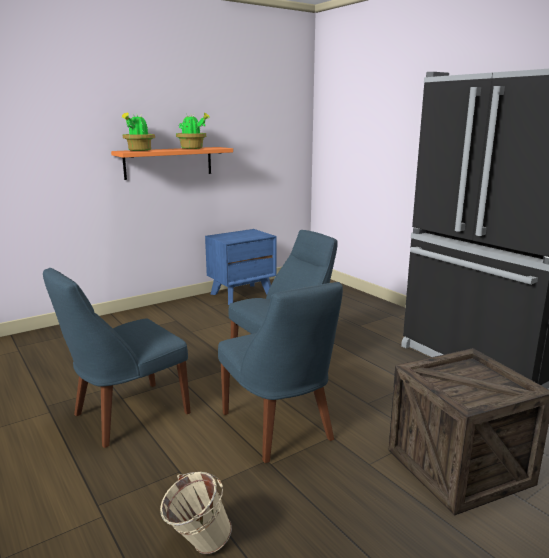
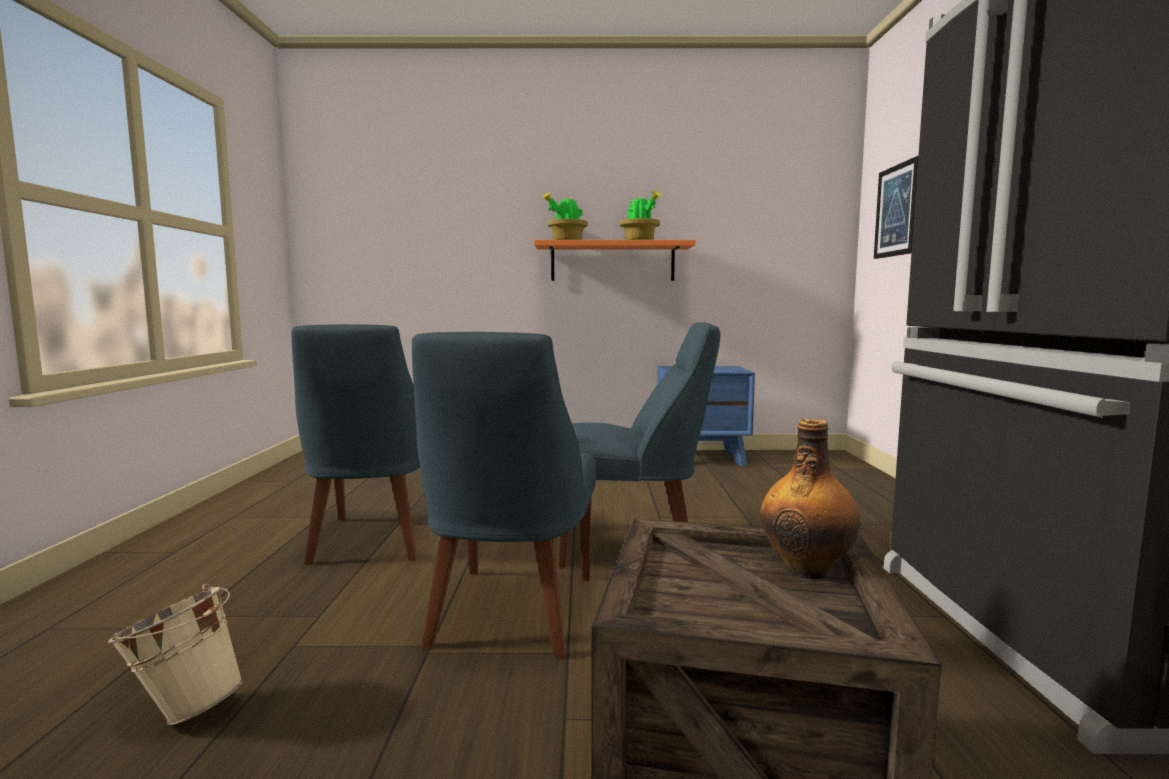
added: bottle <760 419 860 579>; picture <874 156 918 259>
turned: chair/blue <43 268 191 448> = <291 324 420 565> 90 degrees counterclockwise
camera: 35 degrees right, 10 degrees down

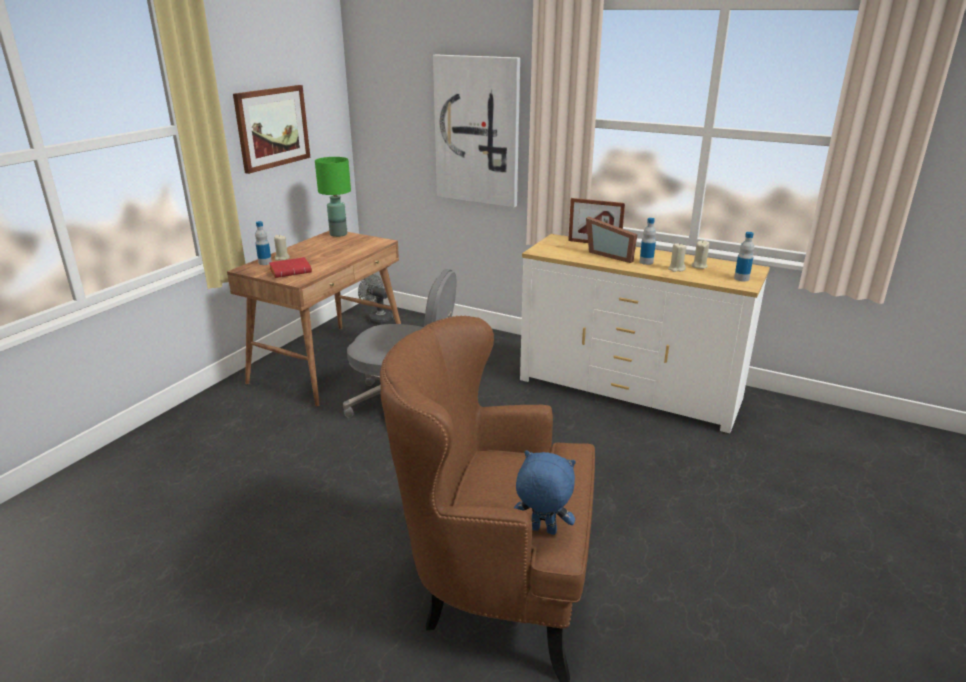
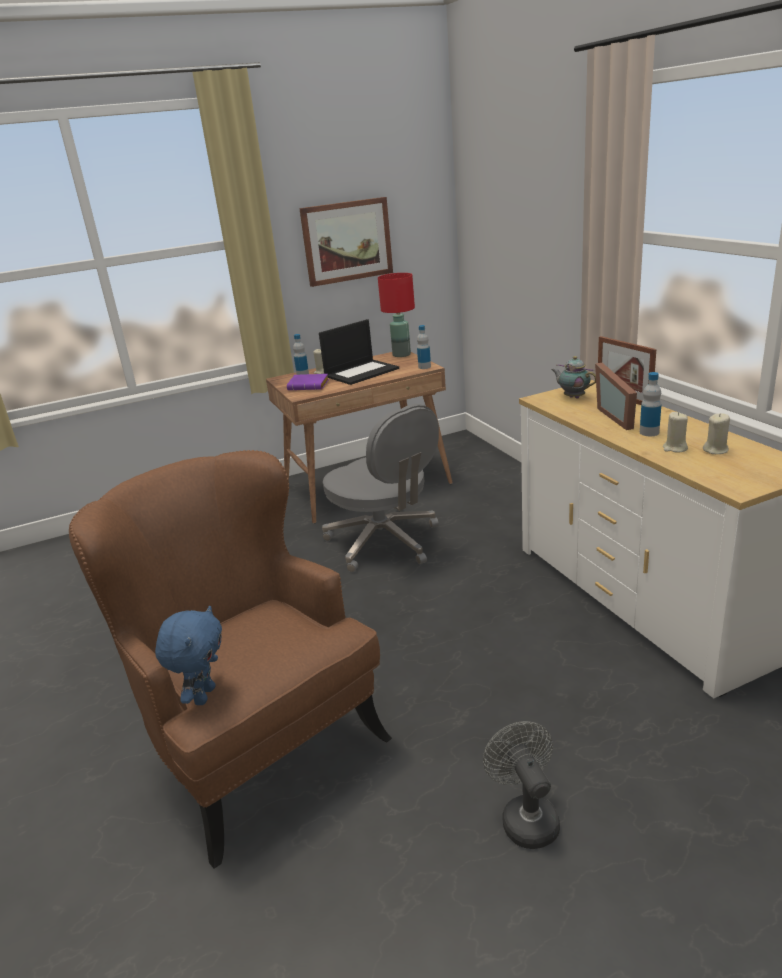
removed: picture <433 55 520 207>
added: laptop <319 319 399 385>; teapot <552 356 596 398>
moved: bottle <734 232 754 282> to <417 325 431 369>; fan/grey <358 274 393 325> to <483 721 560 849>
recoloured: book/red <269 257 312 278> to book/purple <287 374 329 390>; table lamp/green <315 157 351 237> to table lamp/red <378 273 415 357>
turned: plush toy/blue <514 450 576 535> = <155 606 222 705> 45 degrees clockwise
camera: 40 degrees right, 0 degrees up

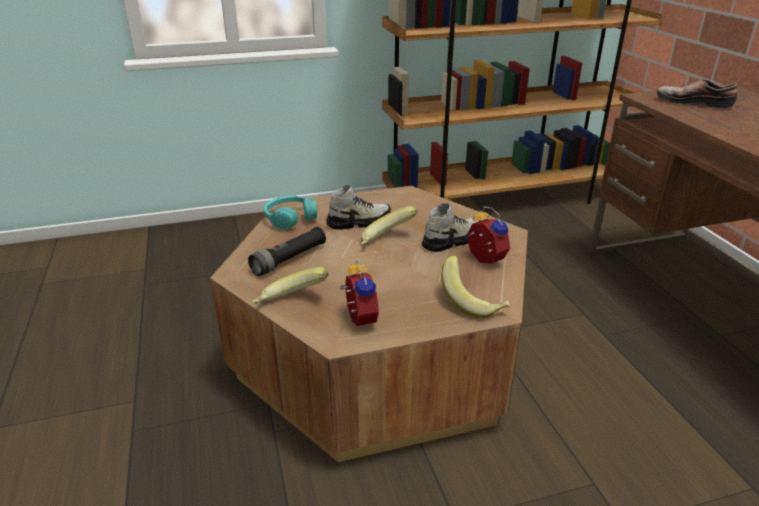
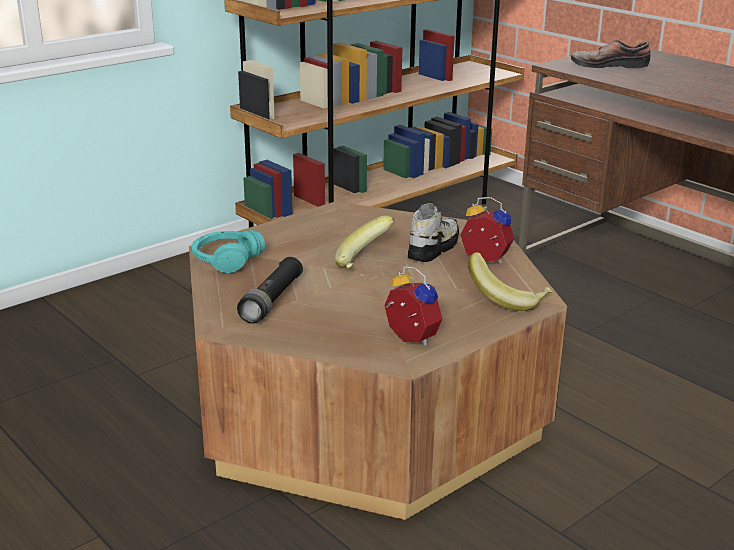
removed: banana <252 267 329 304>; shoe <326 185 391 230>
camera: 25 degrees left, 5 degrees down

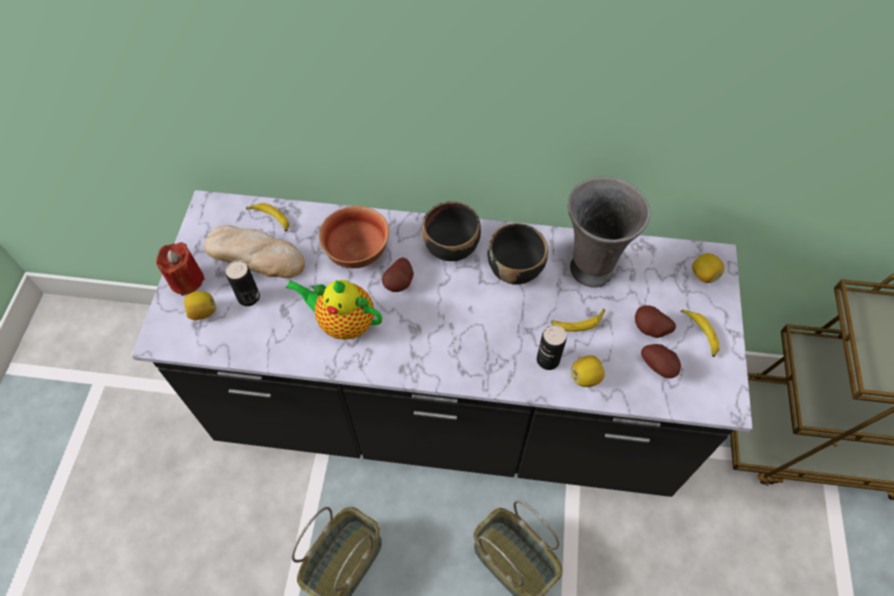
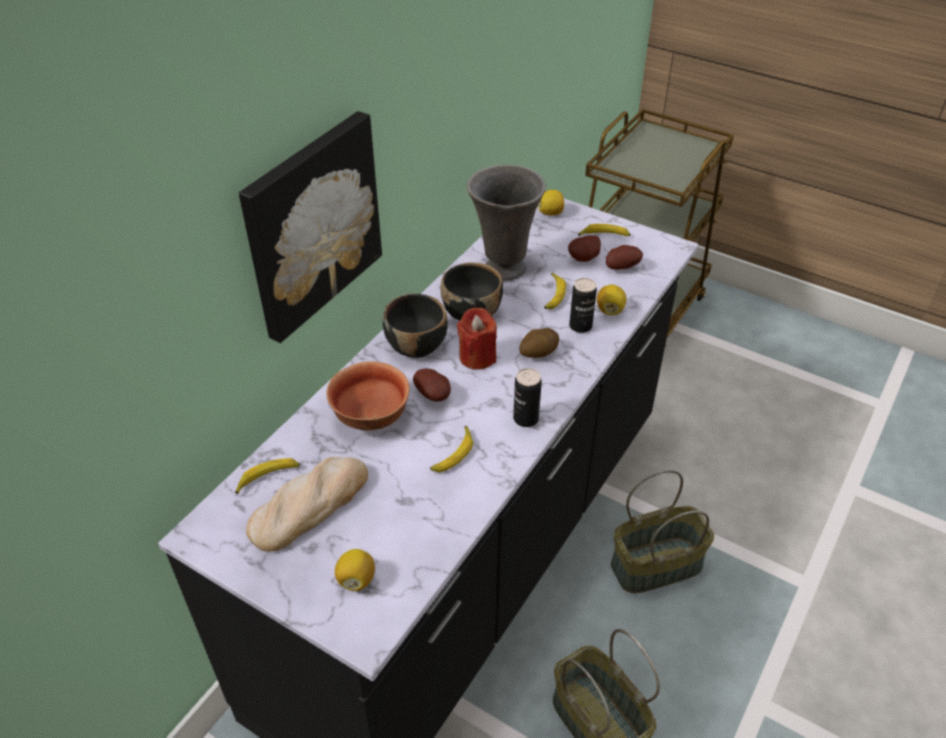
added: picture <239 111 382 343>; potato <519 328 559 358>
moved: candle/red <156 242 205 296> to <457 308 497 370>; can <226 260 260 306> to <513 368 542 427>
replaced: teapot <286 280 382 340> to banana <430 426 473 473>
camera: 65 degrees left, 15 degrees down

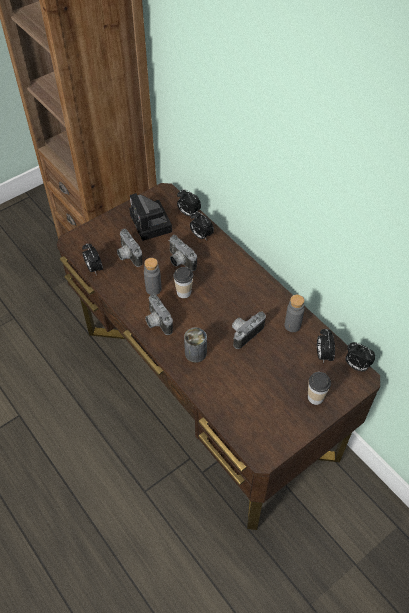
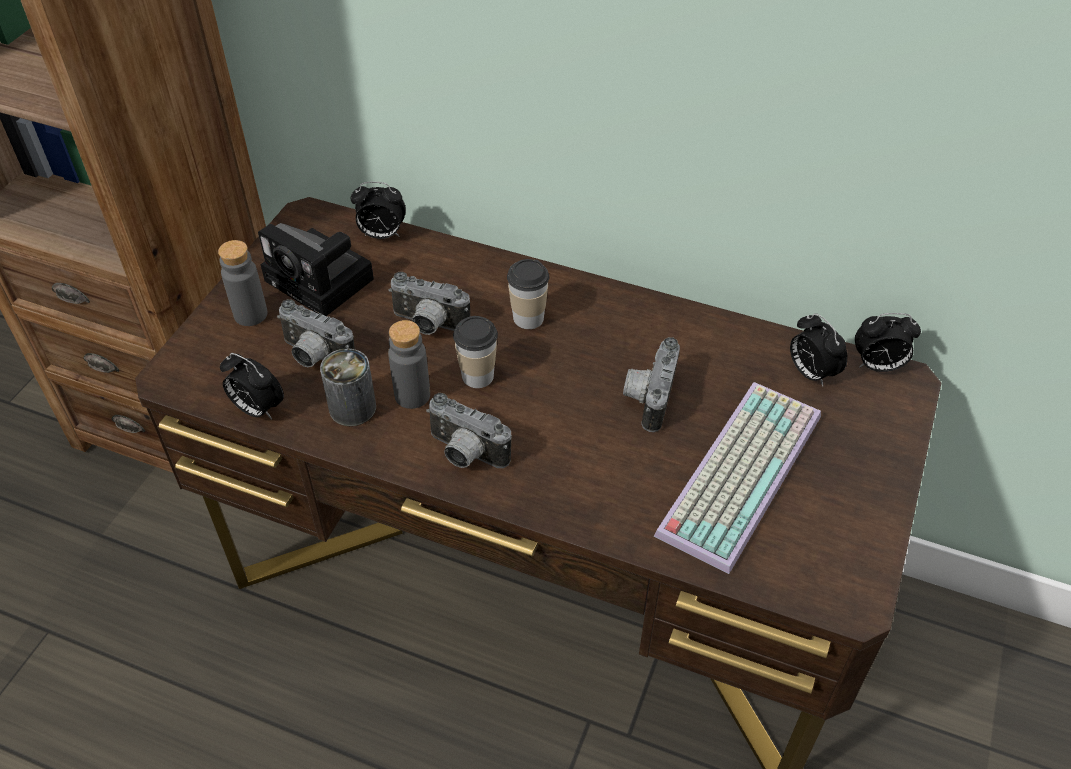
removed: alarm clock <190 211 214 240>
added: keyboard <654 382 821 574>
moved: bottle/grey <284 295 305 332> to <218 240 267 326>; can <184 327 207 363> to <320 348 376 426>; cup <308 372 331 405> to <507 259 549 329>
camera: 30 degrees left, 5 degrees down

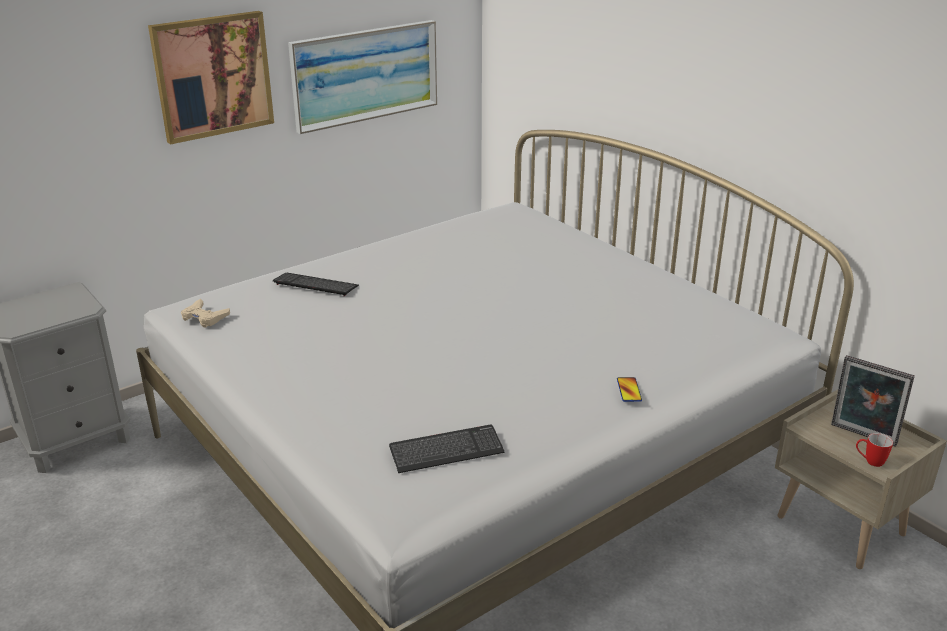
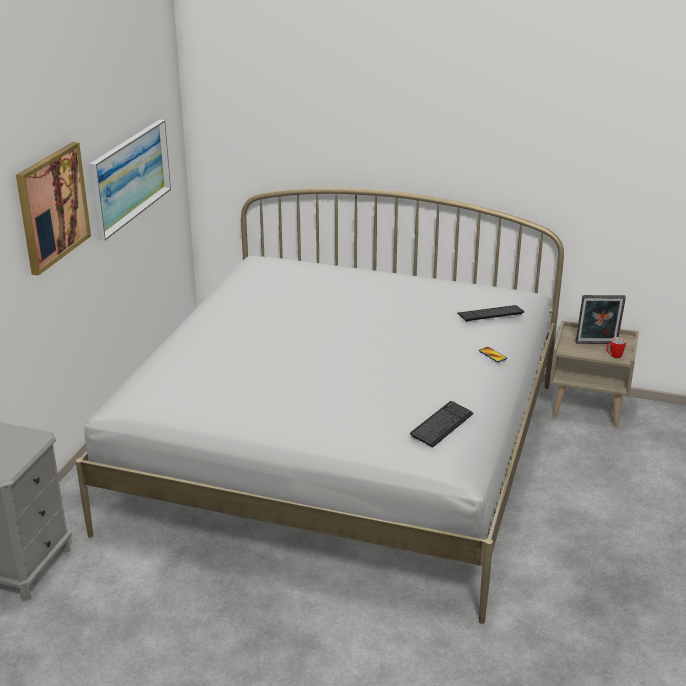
removed: game controller/beige <181 299 230 327>
moved: keyboard <273 273 359 297> to <457 305 524 322>
camera: 35 degrees left, 0 degrees up

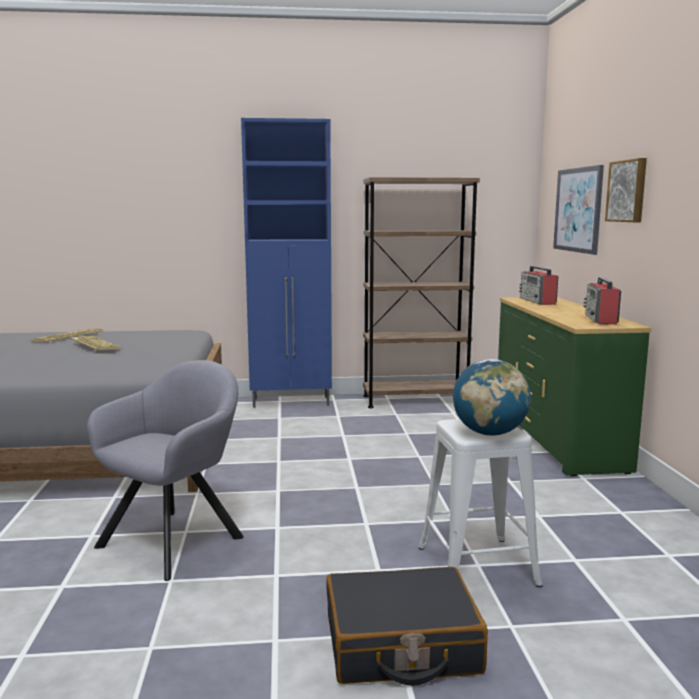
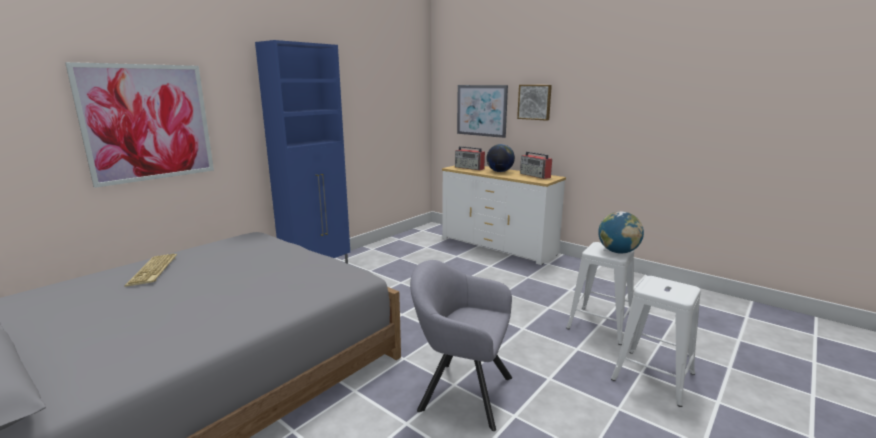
removed: keyboard <71 336 122 351>; bookcase/brown <363 177 480 408>
added: picture <65 62 214 188>; globe <486 144 515 172>
replaced: suitcase/black <326 567 488 685> to stool/white <611 276 701 407>
recoloured: dresser/green <498 297 651 476> to dresser/white <442 165 566 265>
turned: armchair/grey <87 360 244 581> = <410 260 512 431> 60 degrees counterclockwise
camera: 45 degrees left, 5 degrees up

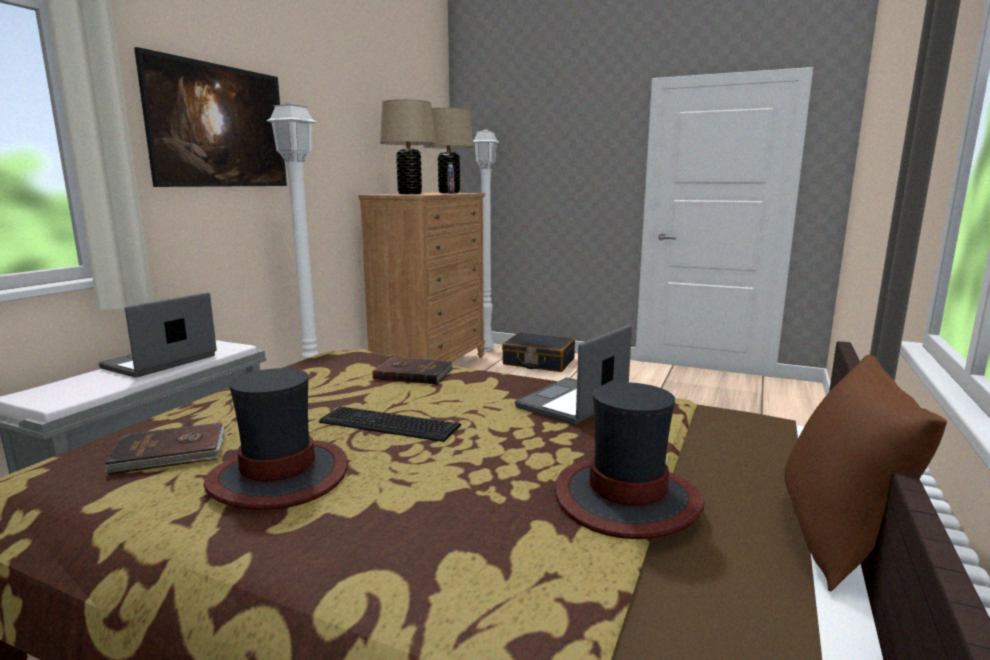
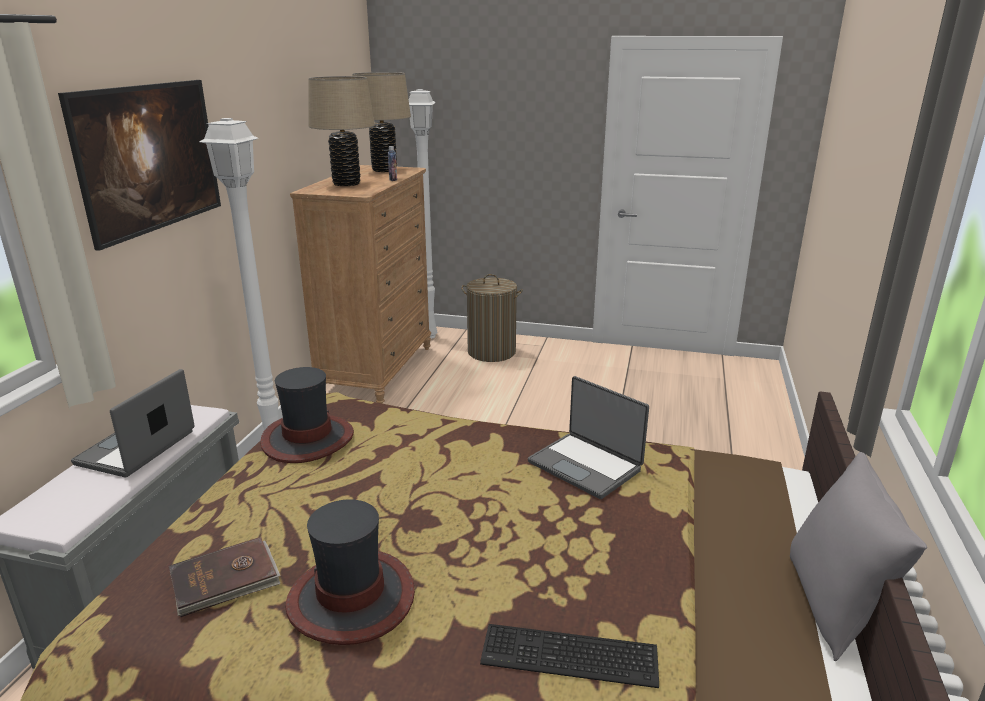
removed: book/brown <372 357 452 384>
moved: hat <555 382 705 539> to <260 367 354 463>; keyboard <319 406 461 442> to <480 624 659 688>
replaced: suitcase/black <502 332 575 372> to laundry basket <461 274 523 362>
recoloured: pillow/brown <785 355 947 592> to pillow/grey <790 452 927 661>
turned: laptop <515 325 632 425> = <528 376 649 499> 75 degrees counterclockwise
camera: 10 degrees left, 10 degrees up

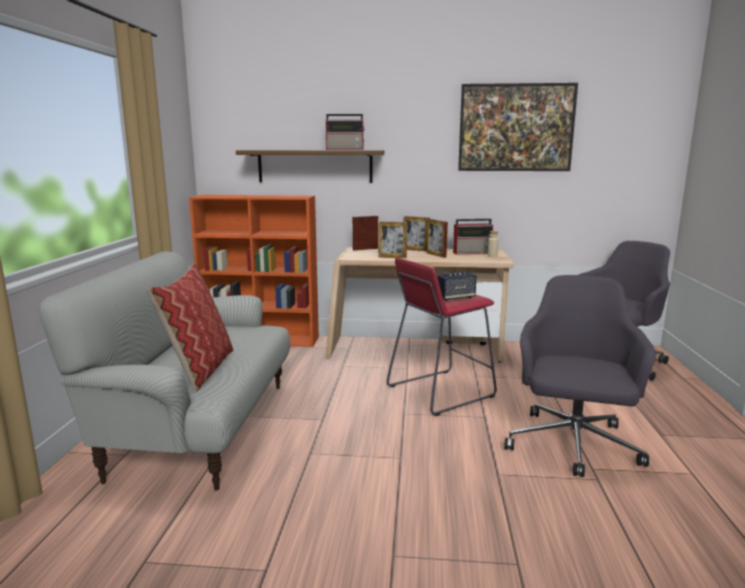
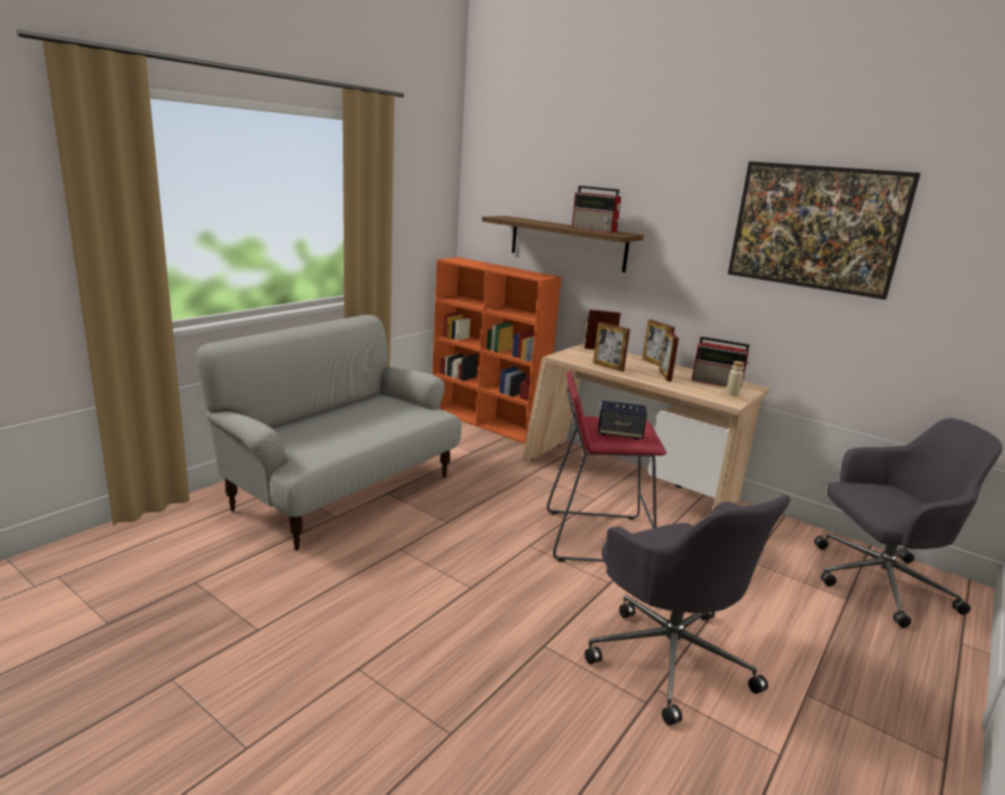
removed: pillow <147 263 233 392>
turned: office chair/grey <504 275 656 477> = <585 494 791 725> 105 degrees clockwise
camera: 30 degrees right, 5 degrees up

